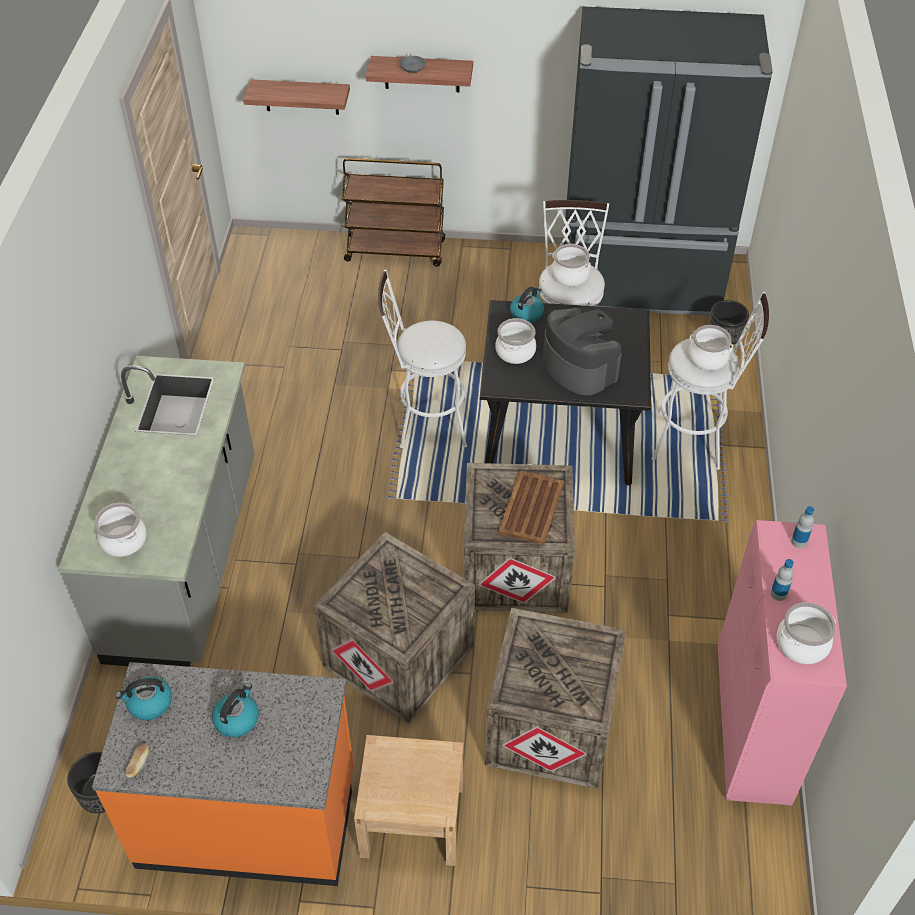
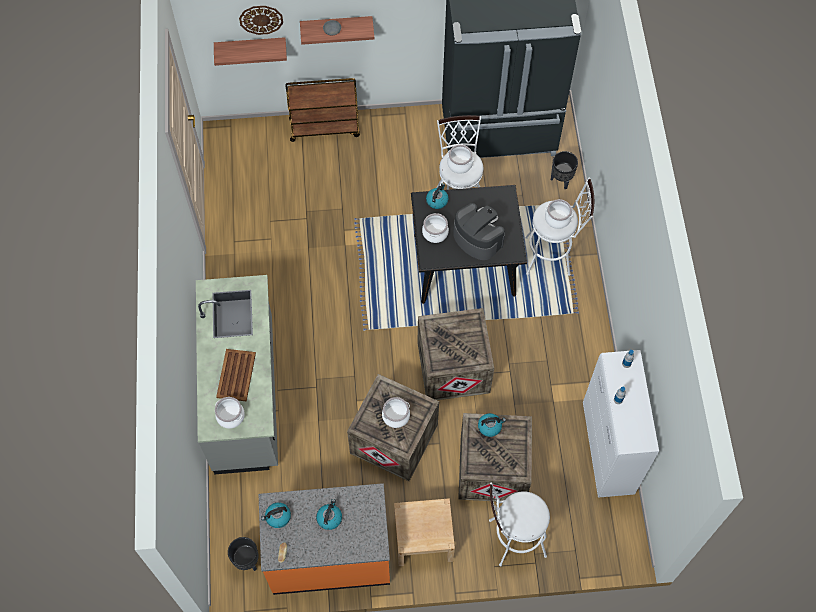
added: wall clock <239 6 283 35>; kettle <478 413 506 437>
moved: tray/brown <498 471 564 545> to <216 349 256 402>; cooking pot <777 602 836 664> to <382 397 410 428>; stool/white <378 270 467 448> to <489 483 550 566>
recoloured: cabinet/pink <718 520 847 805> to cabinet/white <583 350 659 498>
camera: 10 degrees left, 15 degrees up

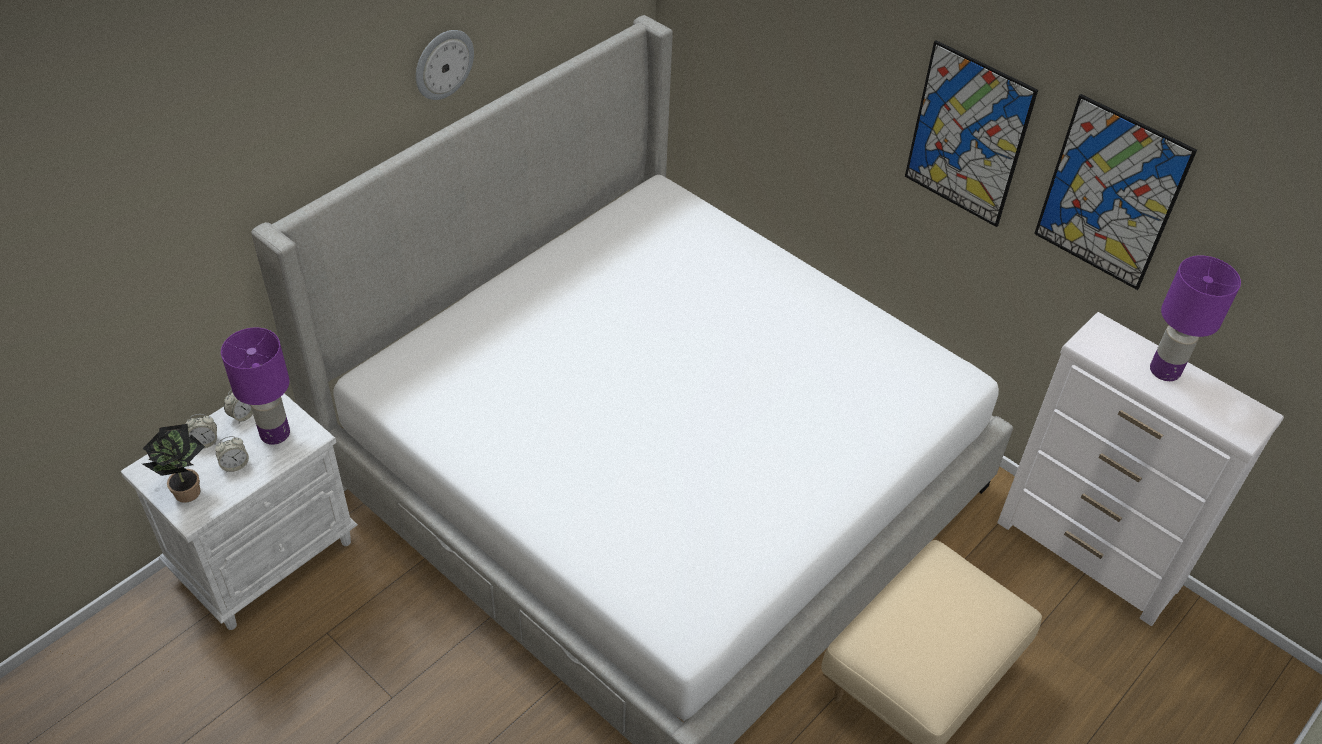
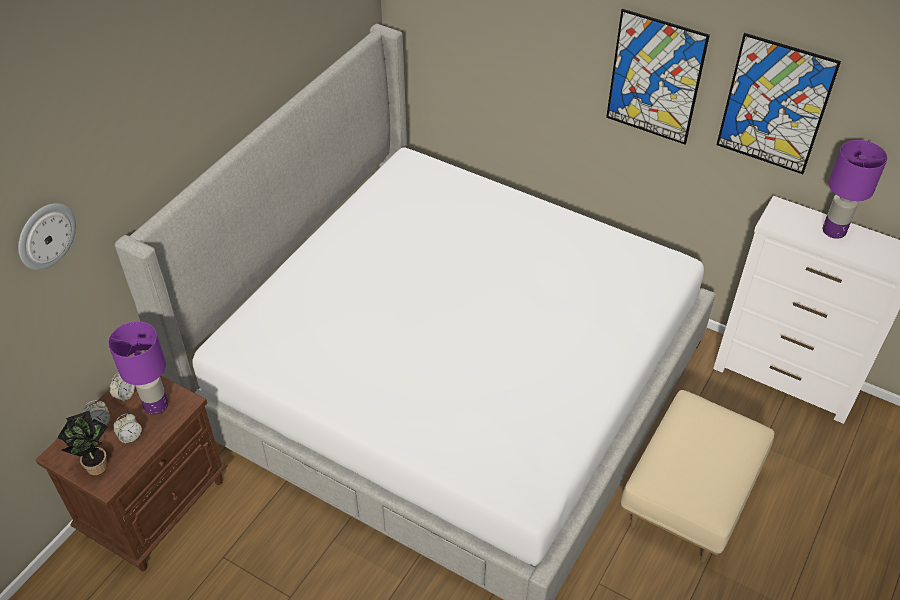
moved: wall clock <416 30 474 100> to <18 203 76 270>
recoloured: nightstand/white <121 393 358 630> to nightstand/brown <36 375 227 571>
camera: 10 degrees left, 0 degrees up

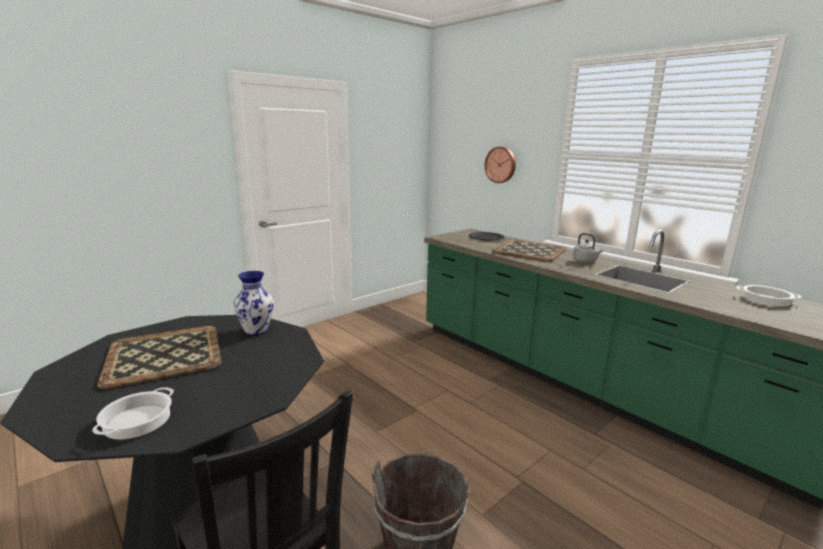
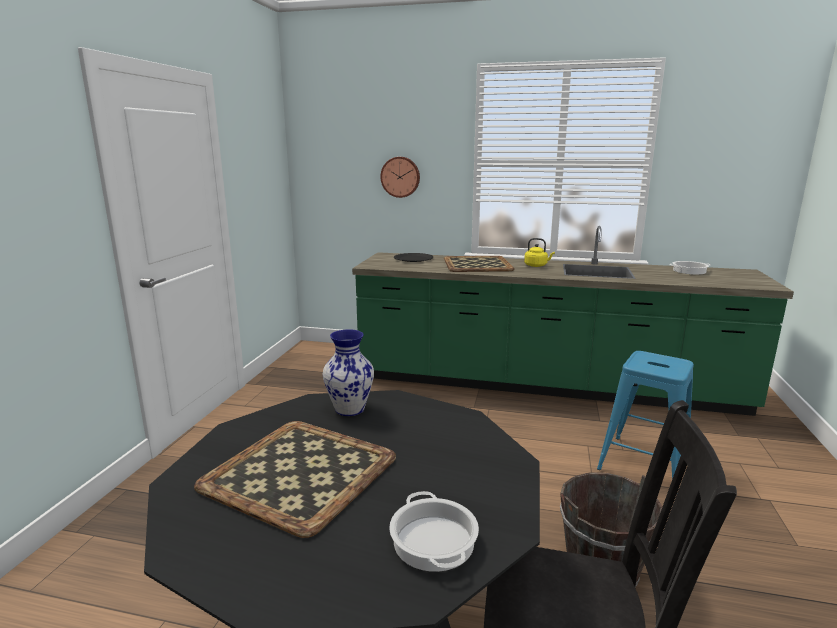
added: stool/blue <597 351 694 495>
recoloured: kettle/grey <573 233 603 263> to kettle/yellow <524 238 555 267>
camera: 35 degrees left, 0 degrees up

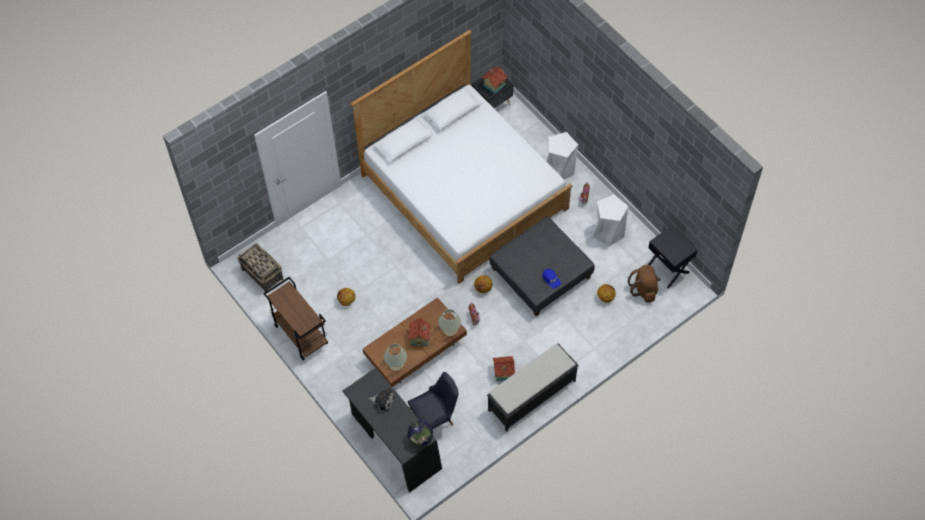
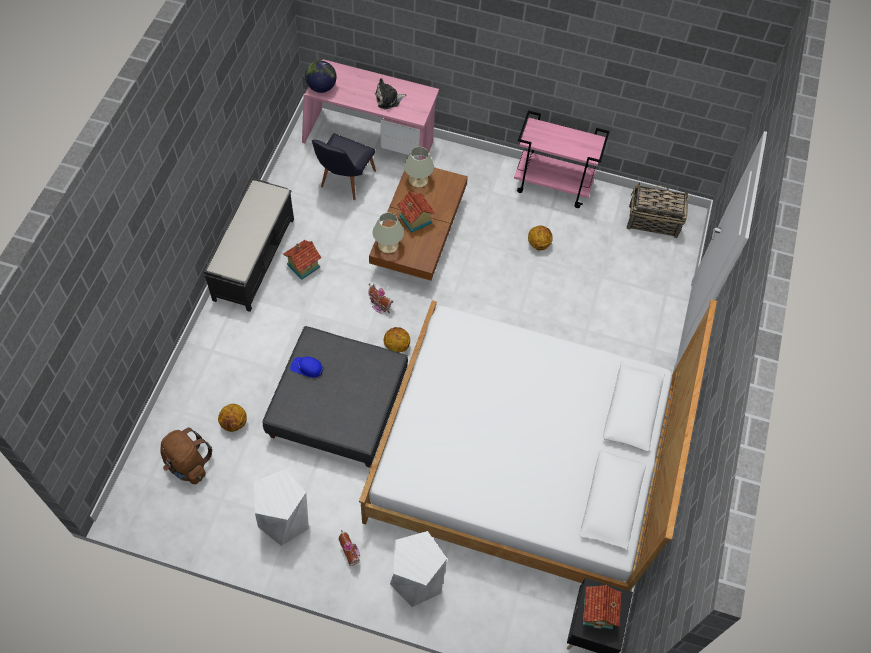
removed: nightstand/black <648 225 698 288>
recoloured: desk/black <343 368 442 492> to desk/pink <302 59 439 160>; cart/brown <263 277 328 360> to cart/pink <514 110 609 208>
camera: 140 degrees right, 0 degrees up

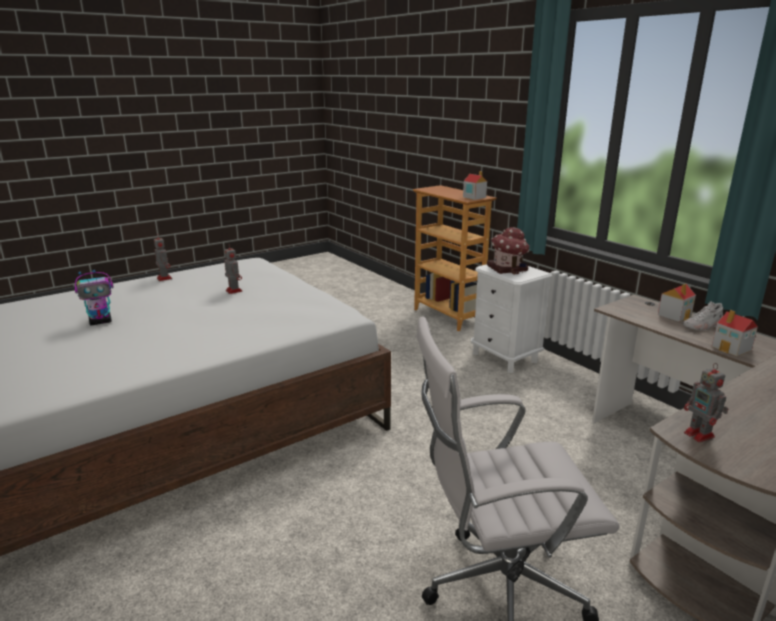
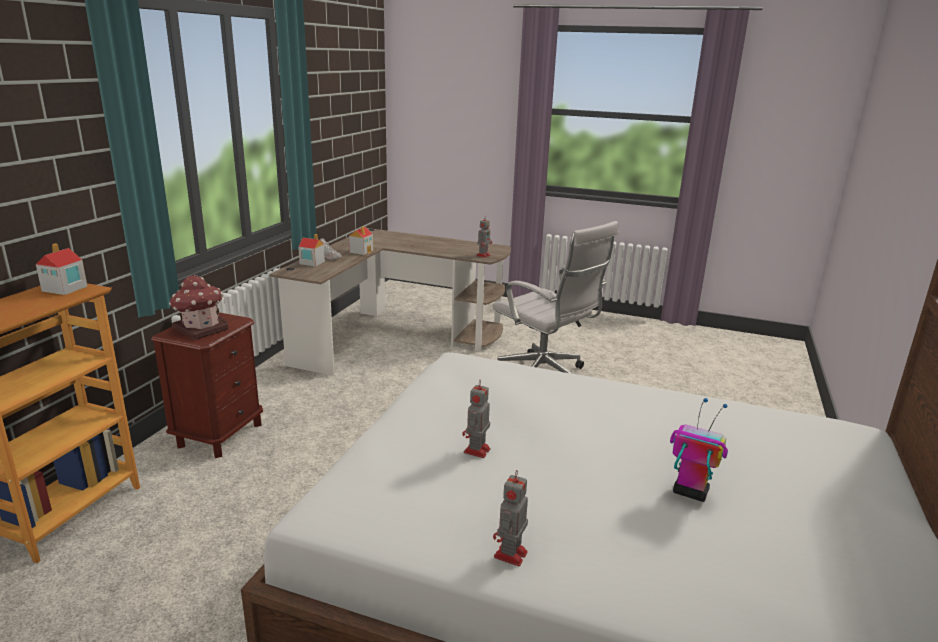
recoloured: nightstand/white <471 264 552 373> to nightstand/brown <151 312 263 458>
camera: 125 degrees left, 0 degrees up

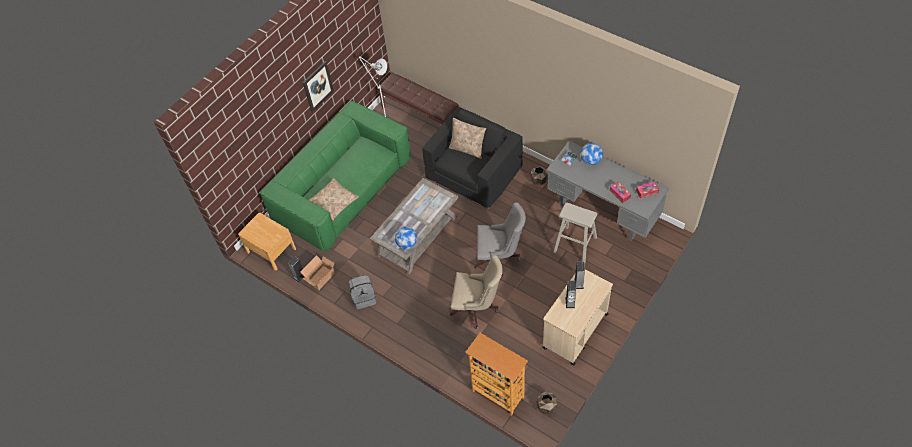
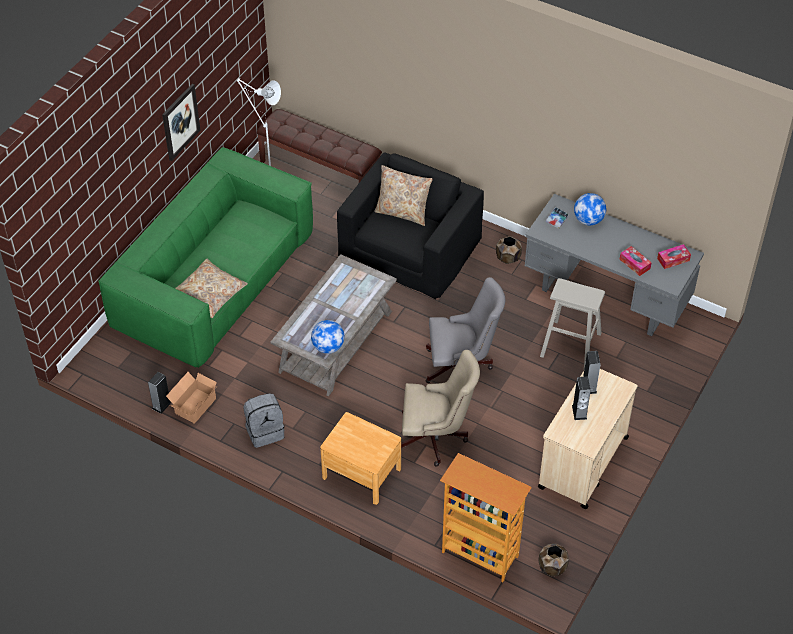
moved: nightstand/brown <238 212 296 271> to <320 412 401 505>
camera: 10 degrees left, 5 degrees down

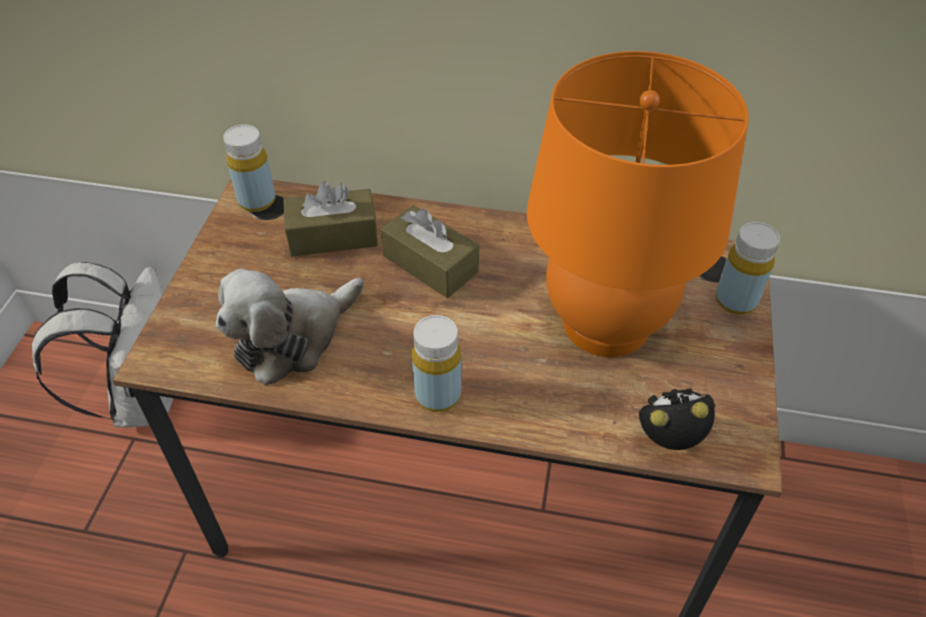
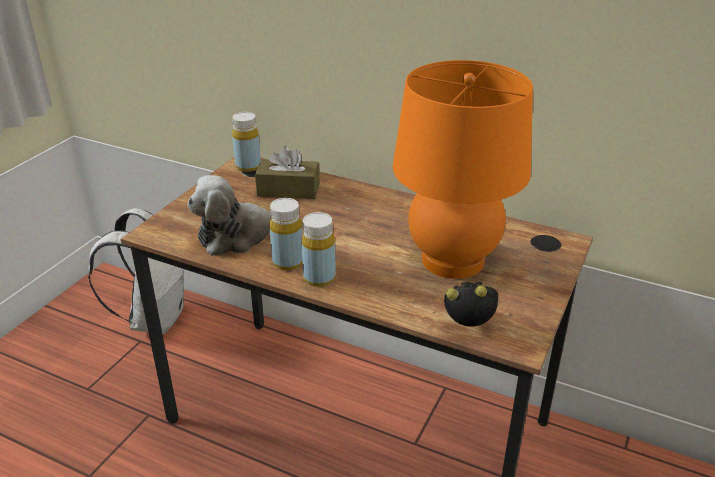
removed: tissue box/brown <381 205 479 298>
moved: bottle/yellow <715 222 780 315> to <269 198 303 270>
camera: 15 degrees right, 15 degrees down

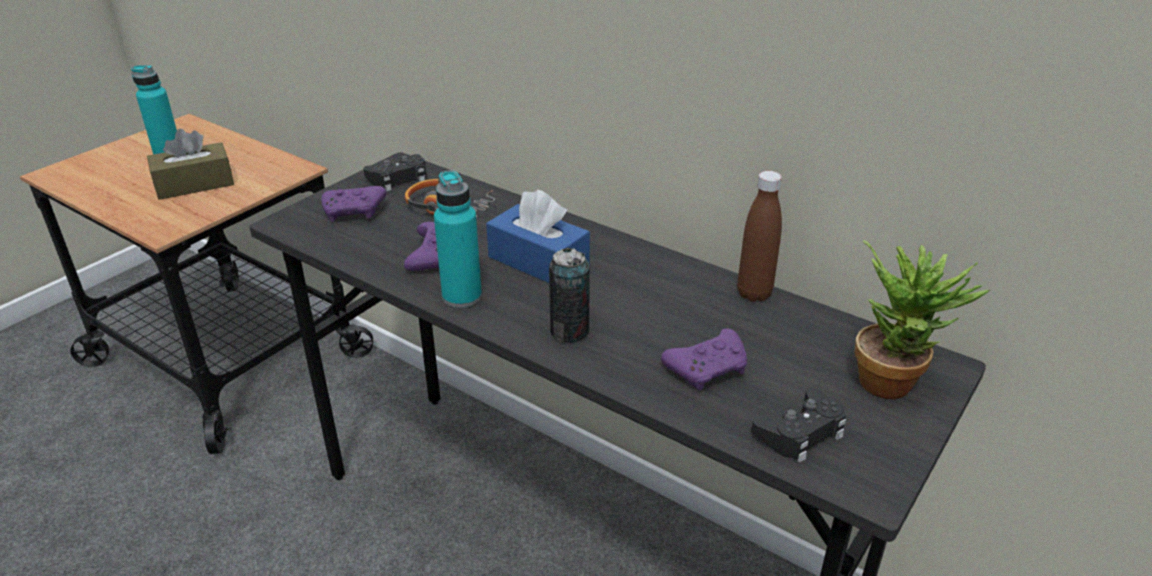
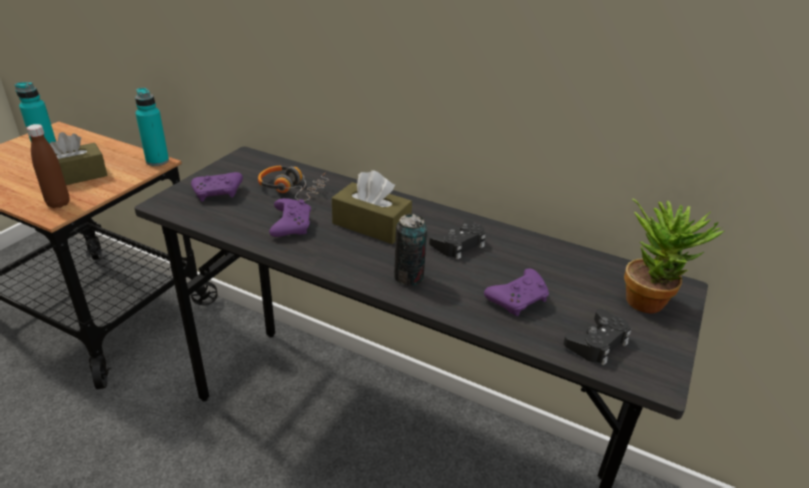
moved: bottle/brown <737 171 782 302> to <27 124 70 208>; bottle/turquoise <434 170 482 308> to <135 88 169 166>; game controller/black <363 154 426 192> to <429 220 486 259>
recoloured: tissue box/blue <486 190 590 283> to tissue box/brown <332 170 412 244>
camera: 10 degrees left, 0 degrees up

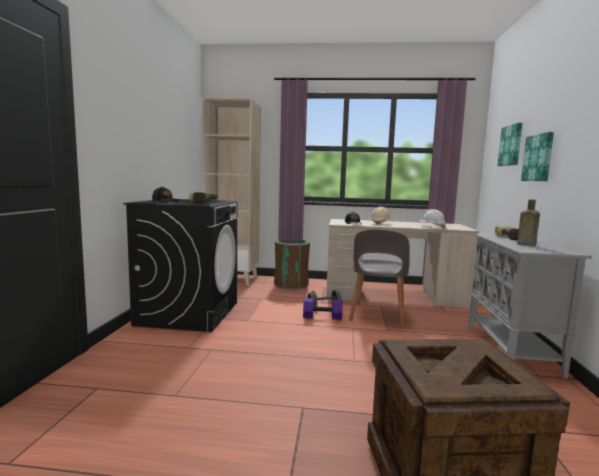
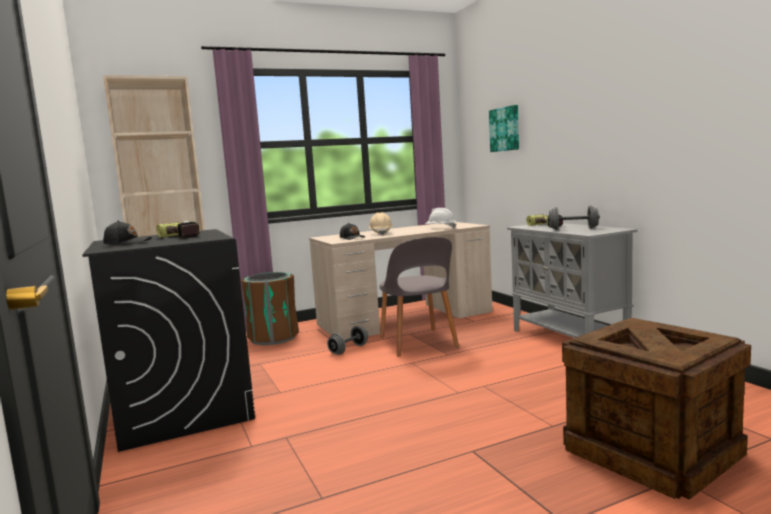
removed: dumbbell/purple <303 298 343 320>; picture <521 132 554 181>
replaced: bottle/brown <517 199 540 246> to dumbbell/grey <548 206 600 230>
camera: 30 degrees left, 0 degrees up

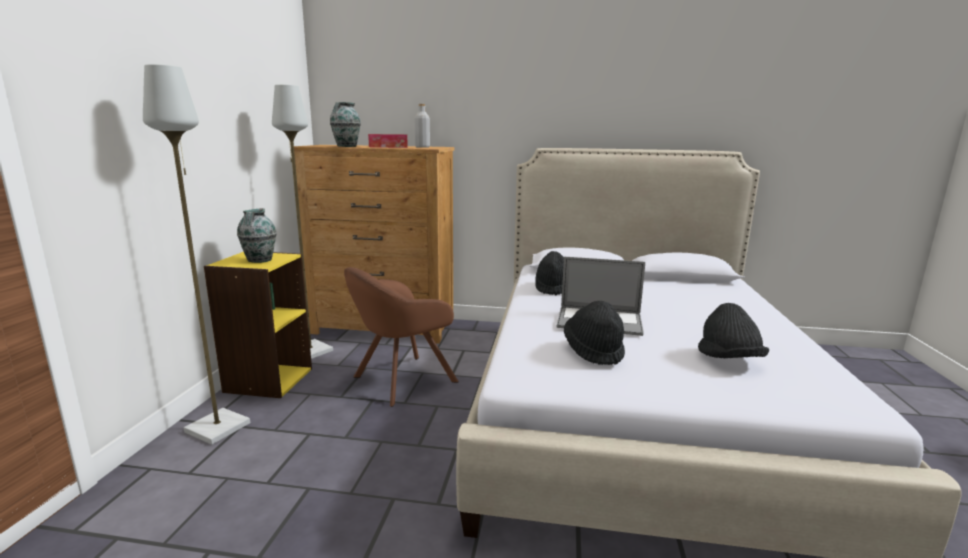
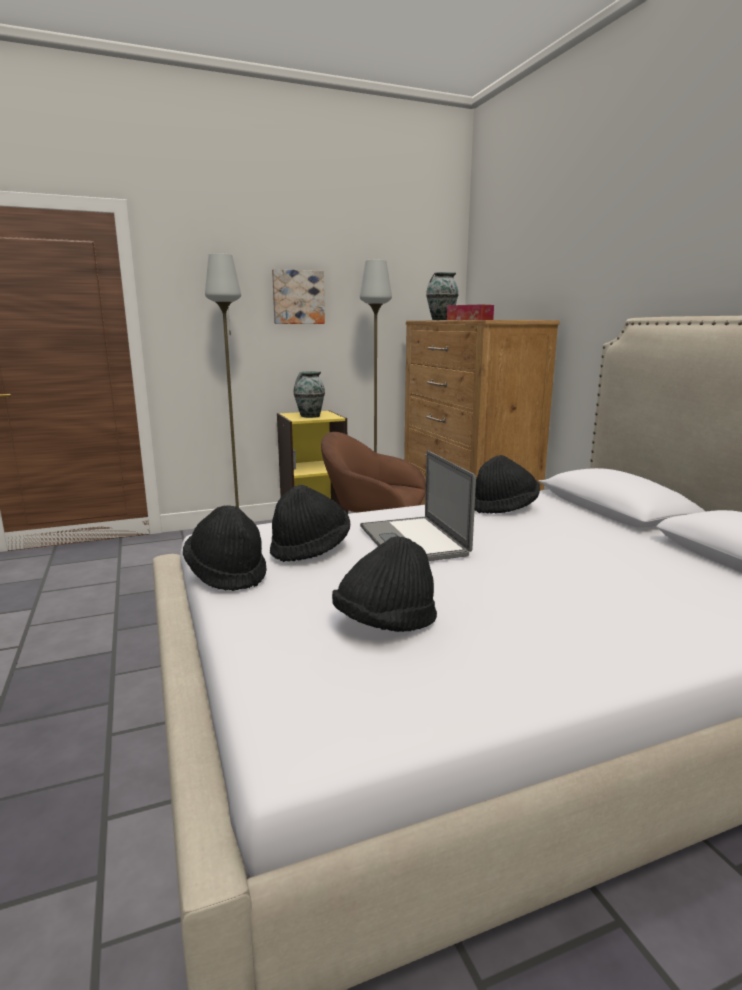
removed: bottle/grey <415 104 430 148>
added: hat/black <183 505 267 591>; picture <272 269 325 324>
camera: 60 degrees right, 0 degrees up

